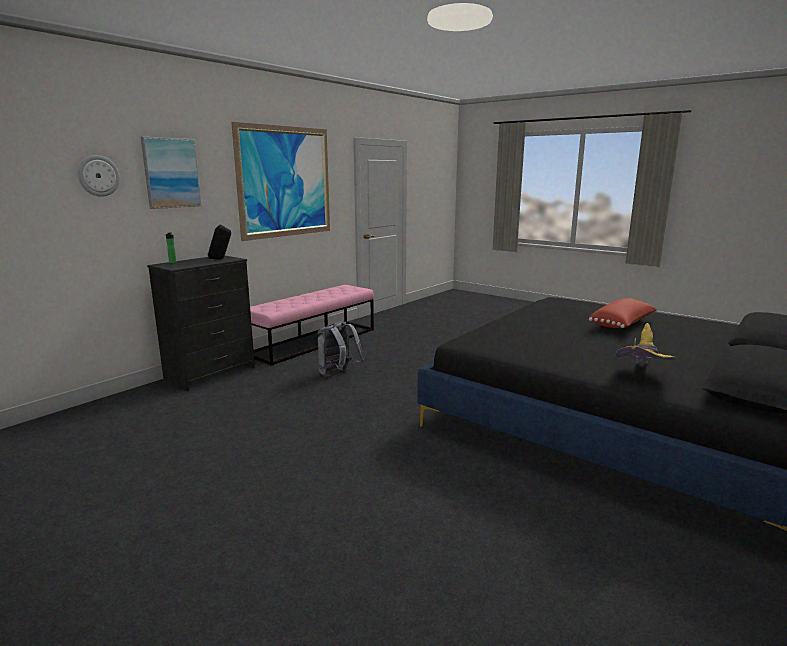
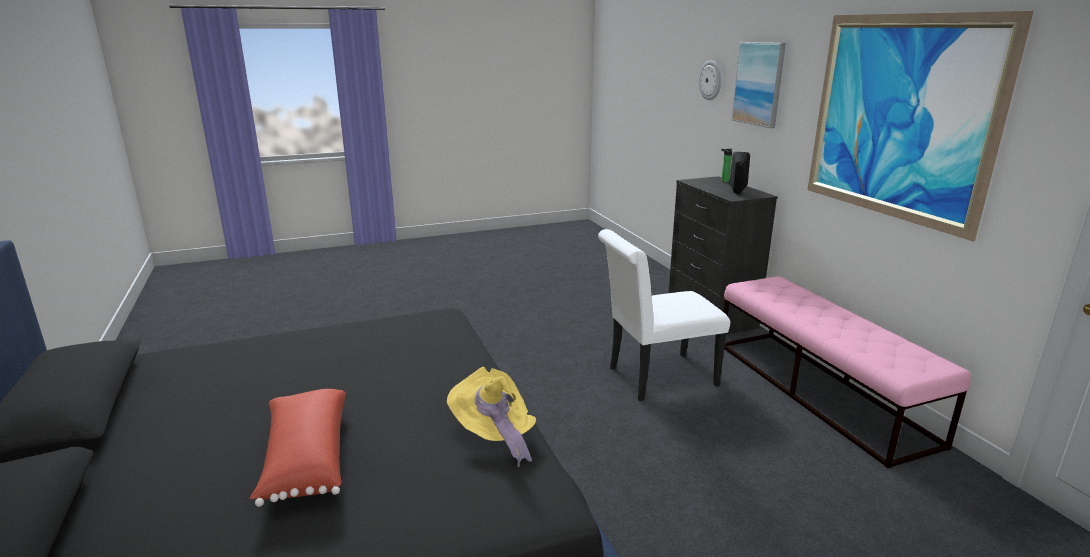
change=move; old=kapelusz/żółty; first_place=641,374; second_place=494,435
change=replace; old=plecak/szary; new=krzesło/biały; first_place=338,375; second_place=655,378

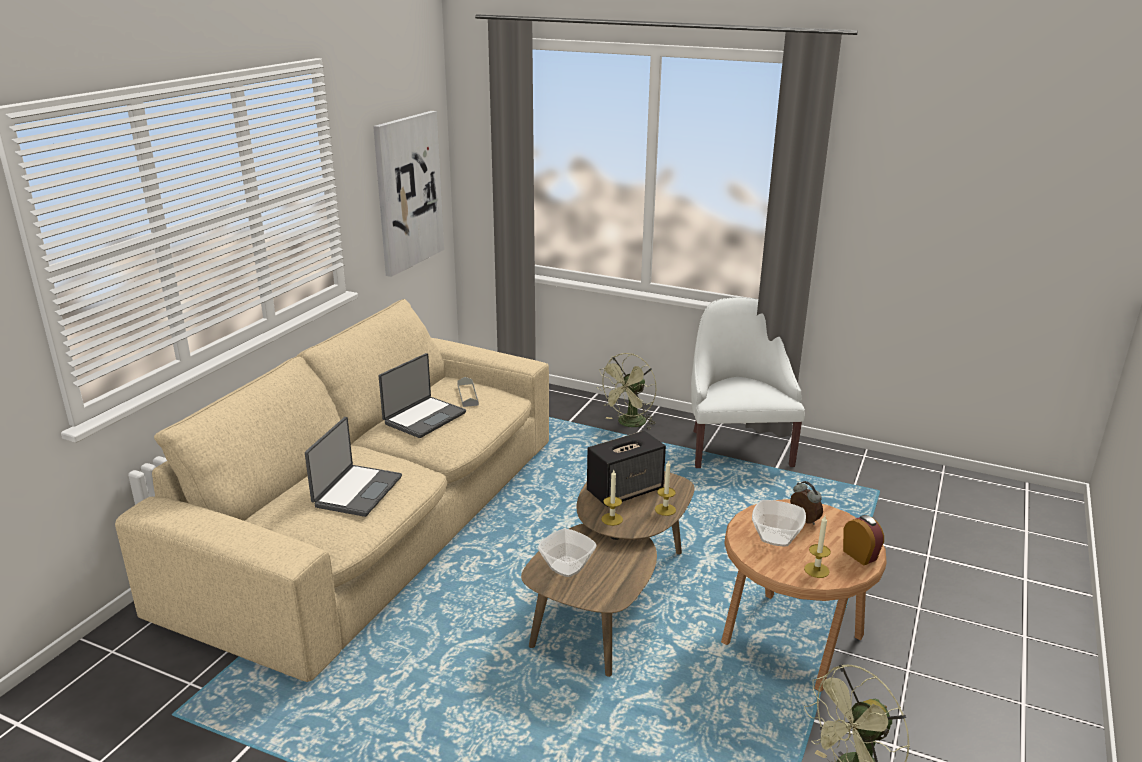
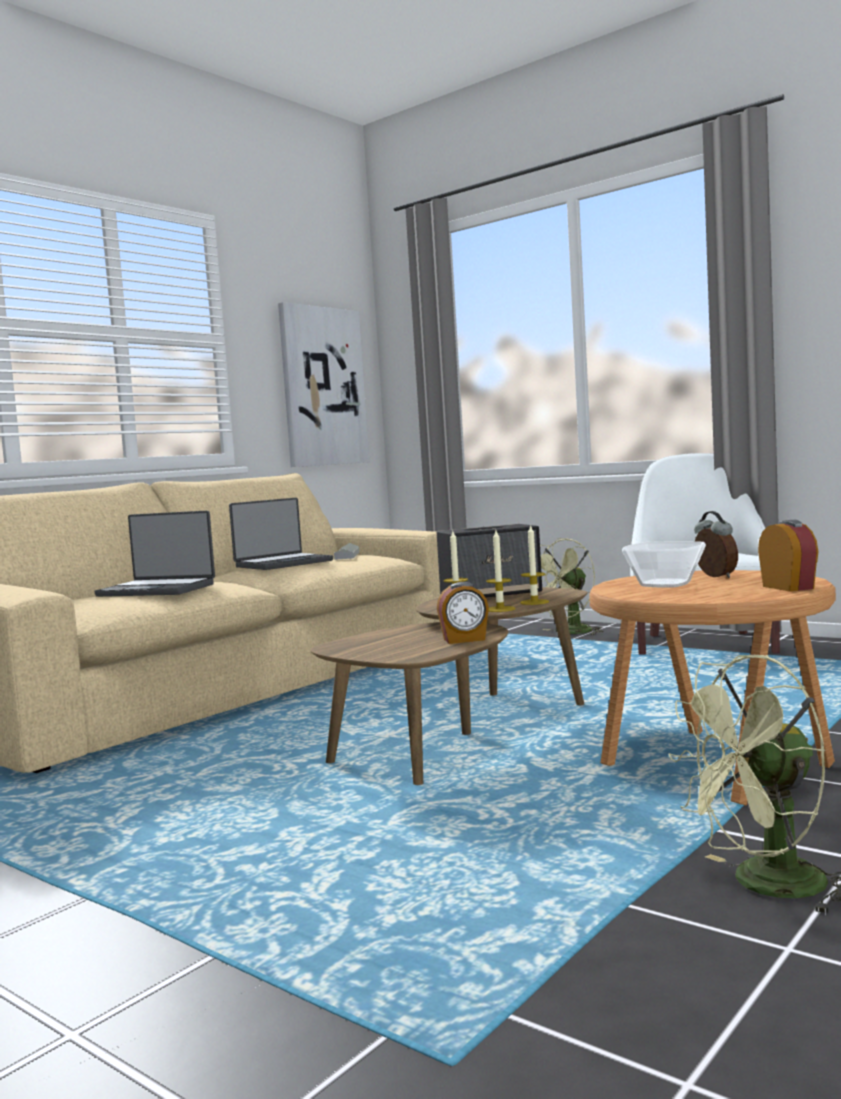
change=rotate; old=laptop; first_place=356,491; second_place=158,590; degrees=75
change=insert; new=budzik; second_place=464,640
change=move; old=świeca; first_place=816,570; second_place=500,609
change=delete; old=miska; first_place=566,567

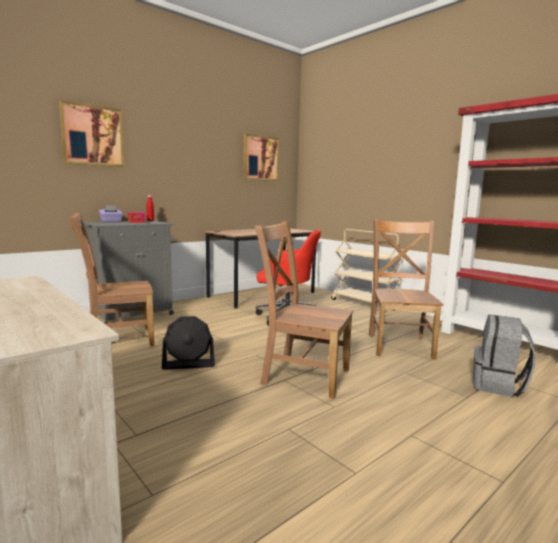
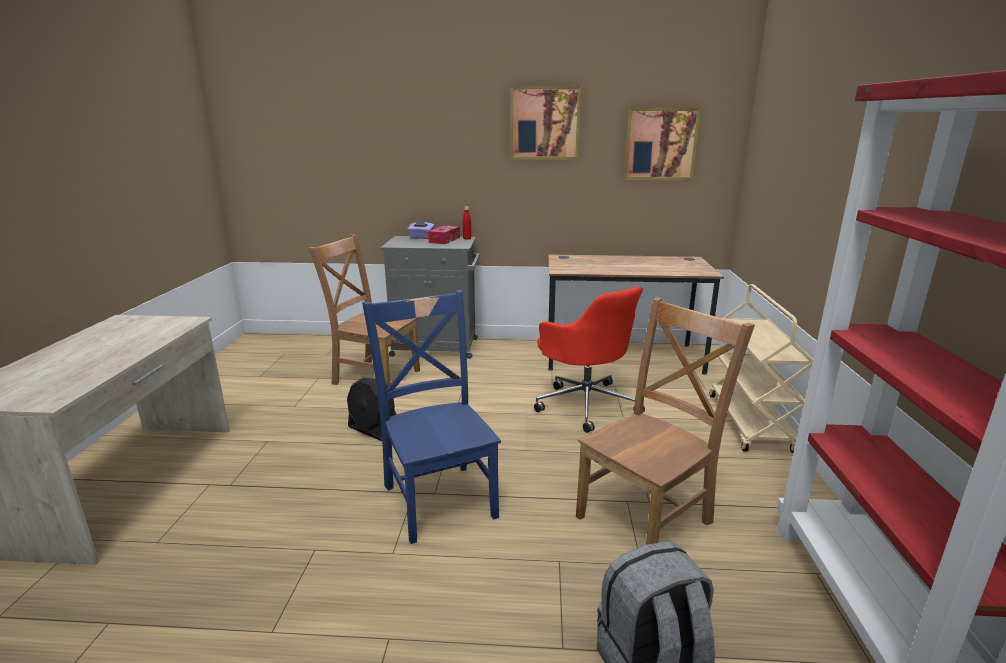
change=recolor; old=krzesło/brązowy; new=krzesło/niebieski; first_place=302,375; second_place=439,497
change=move; old=obraz; first_place=92,135; second_place=545,123

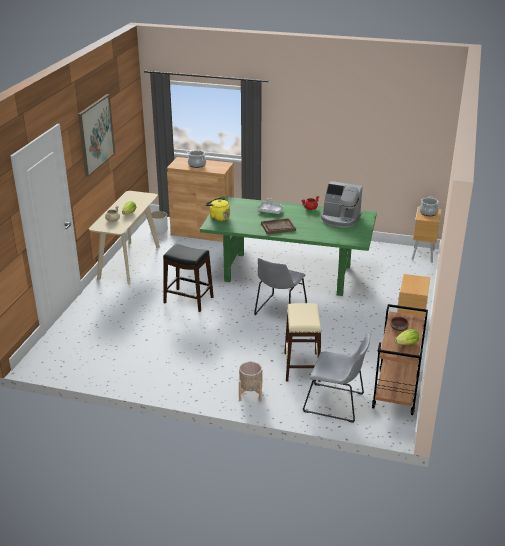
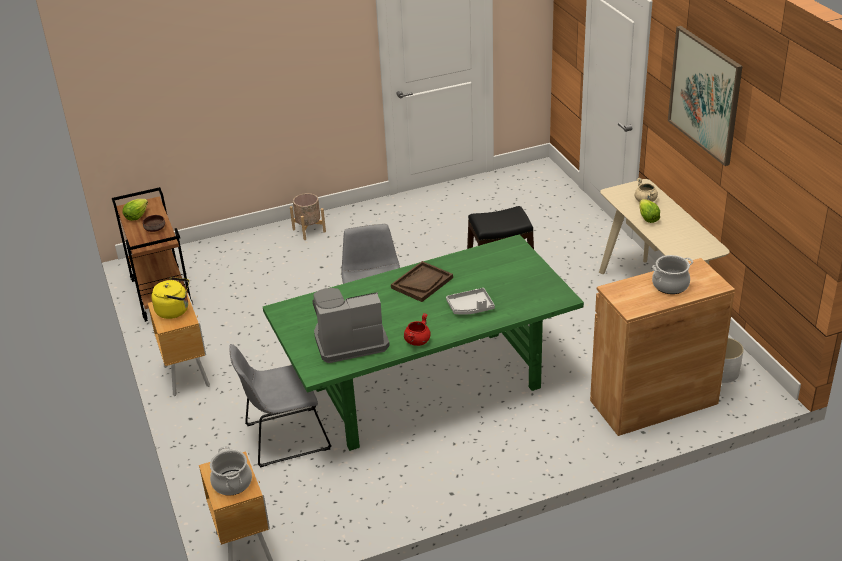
change=move; old=czajnik/żółty; first_place=218,218; second_place=175,310
change=move; old=krzesło/szary; first_place=336,403; second_place=283,438
change=delete; old=stołek/beżowy; first_place=302,366

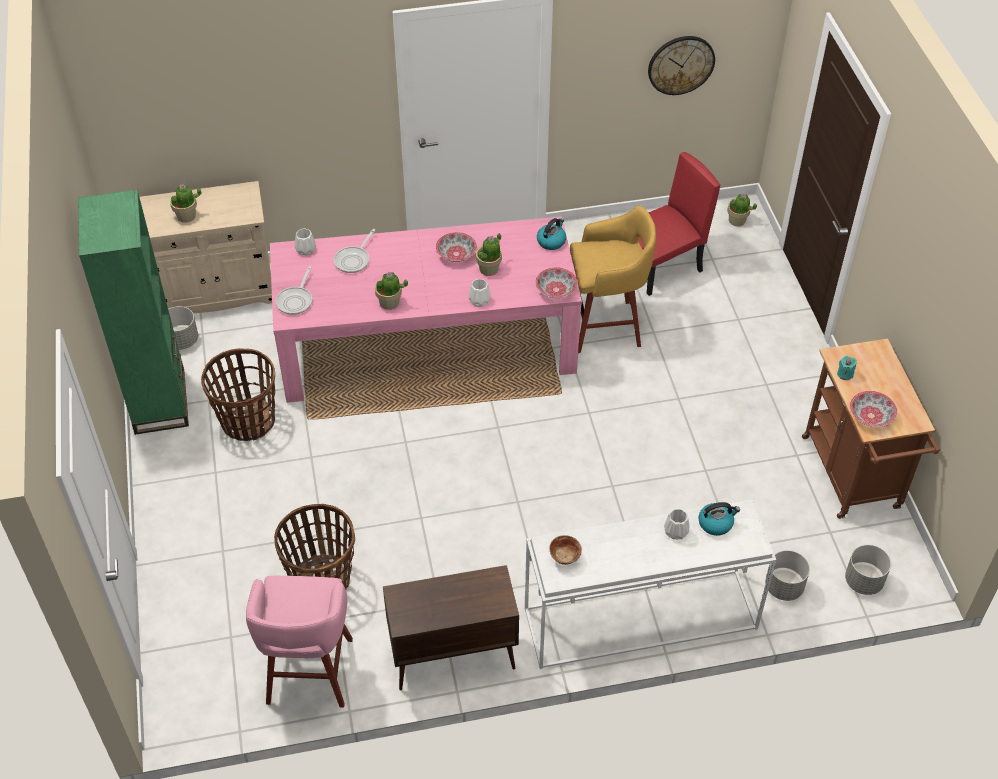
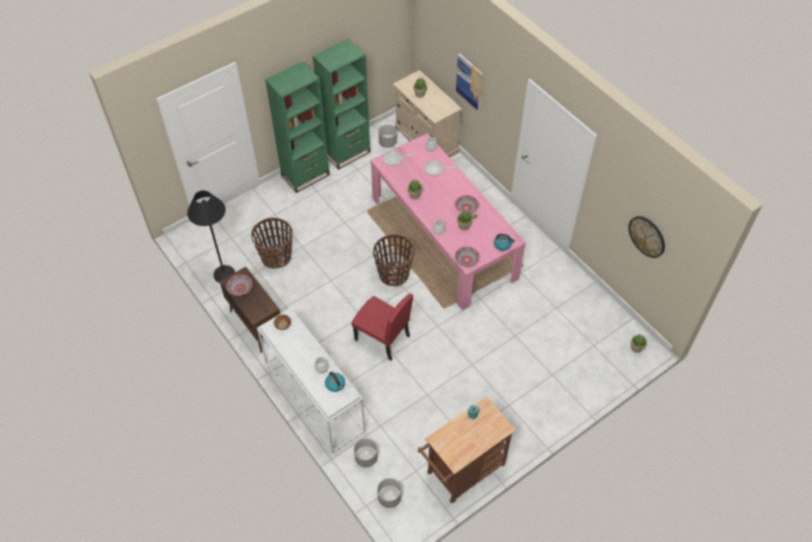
change=replace; old=stołek/różowy; new=lampa stojąca/czarny; first_place=309,674; second_place=224,274
change=move; old=miska; first_place=870,416; second_place=240,288
change=insert; new=regał/zielony; second_place=305,175
change=move; old=krzesło/czerwony; first_place=660,268; second_place=382,338
change=move; old=koszyk; first_place=247,421; second_place=393,274
change=insert; new=obraz; second_place=469,82
change=delete; old=stołek/żółty; first_place=606,326

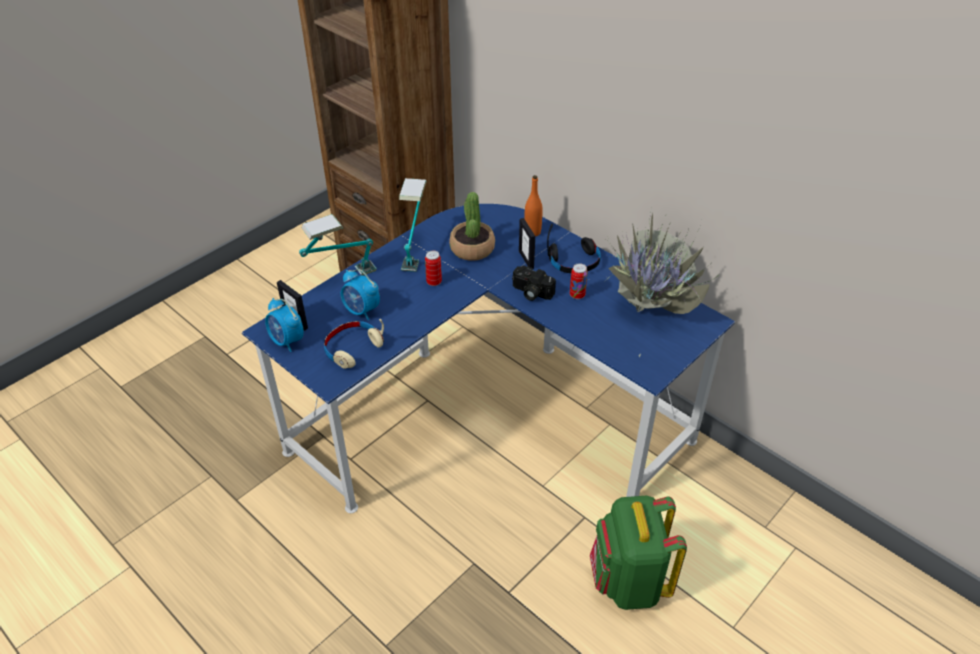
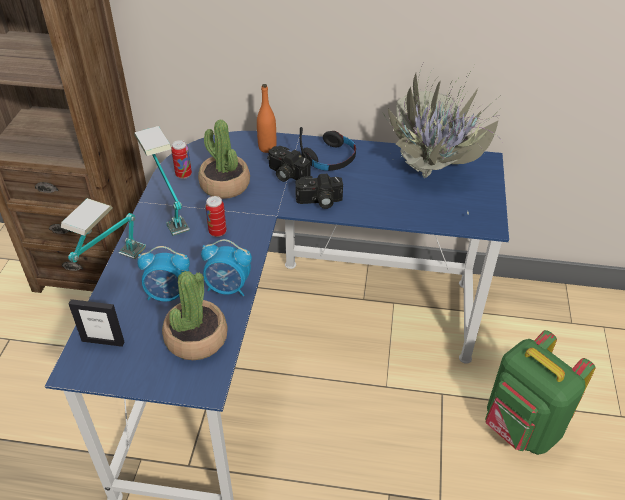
change=replace; old=słuchawki/beżowy; new=roślina doniczkowa; first_place=353,348; second_place=196,338
change=move; old=puszka; first_place=577,295; second_place=183,175
change=move; old=budzik; first_place=287,341; second_place=228,288
change=replace; old=ramka na zdjęcie; new=aparat fotograficzny; first_place=526,259; second_place=286,174

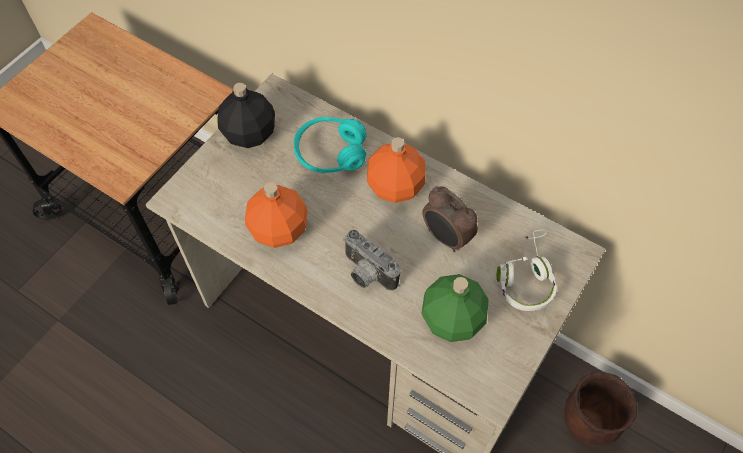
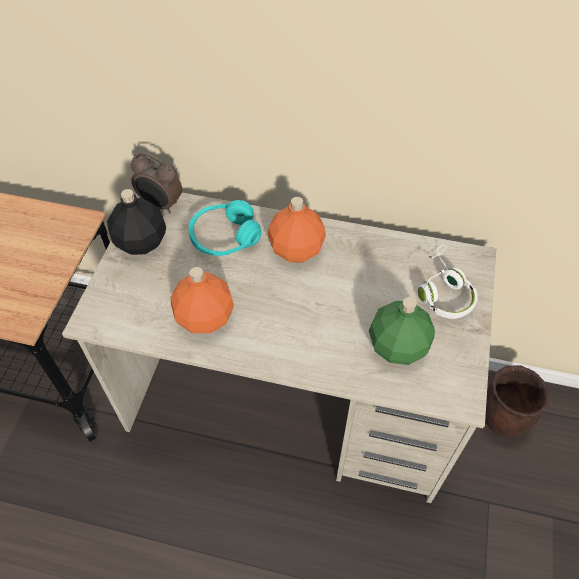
change=move; old=budzik; first_place=446,238; second_place=161,205
change=delete; old=aparat fotograficzny; first_place=366,274

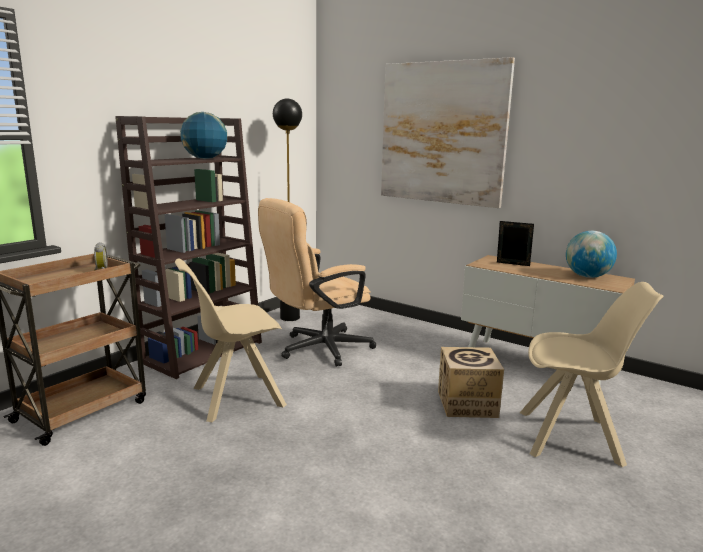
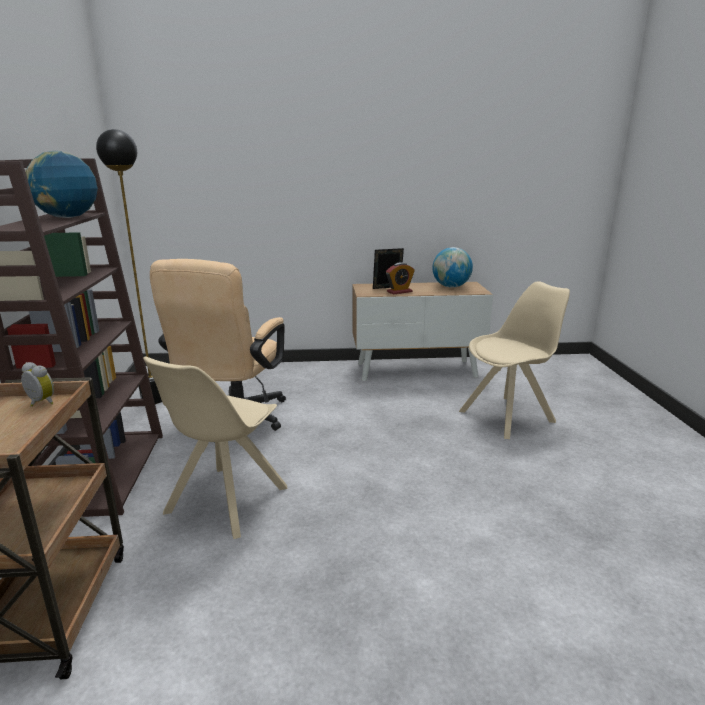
change=insert; new=budzik; second_place=399,292
change=delete; old=obraz; first_place=442,133
change=delete; old=karton; first_place=467,404

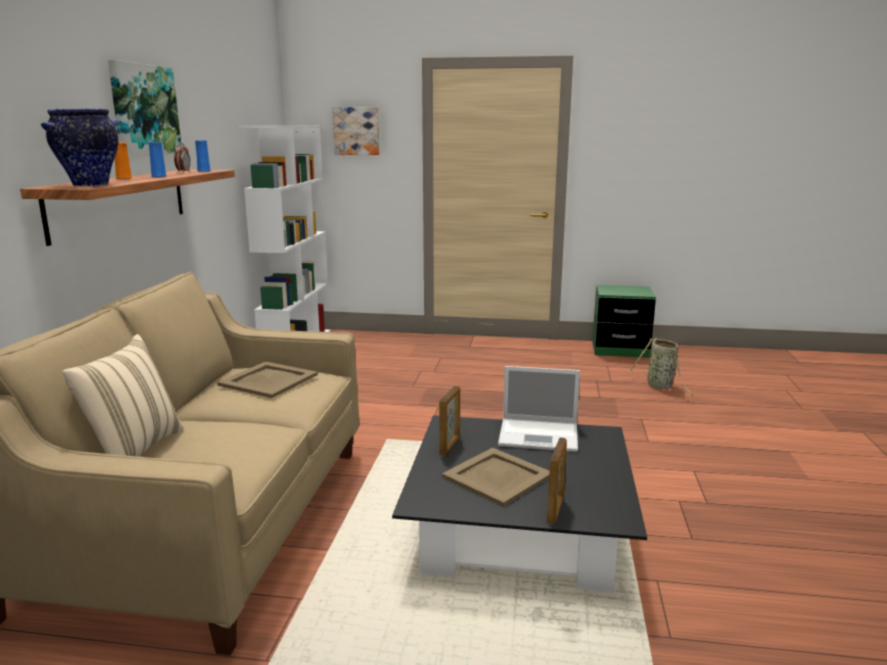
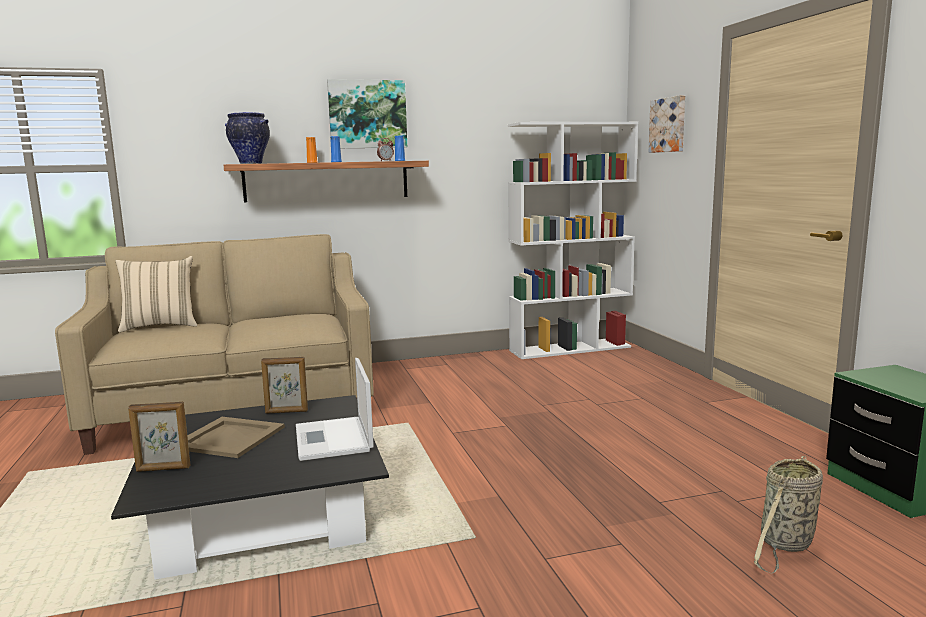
change=delete; old=taca/beżowy; first_place=267,380

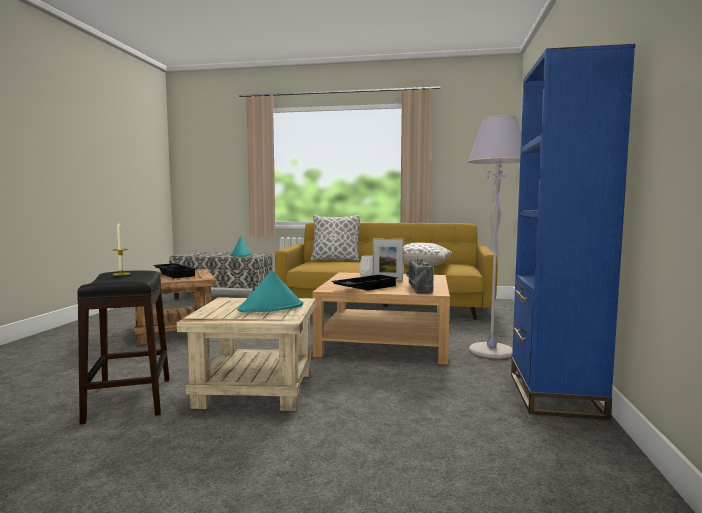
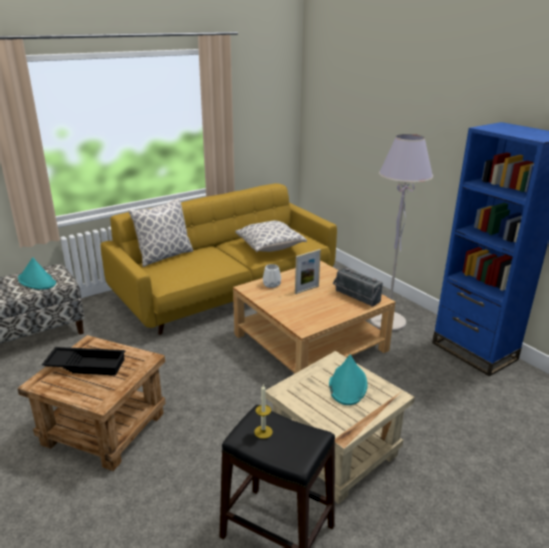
change=delete; old=taca/czarny; first_place=365,287

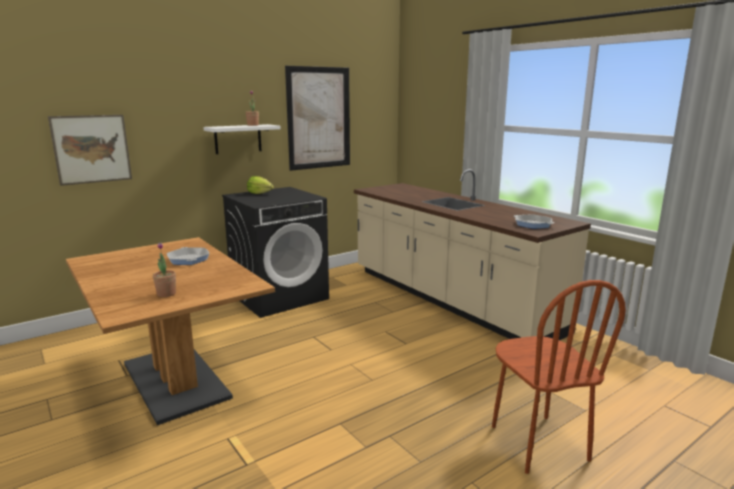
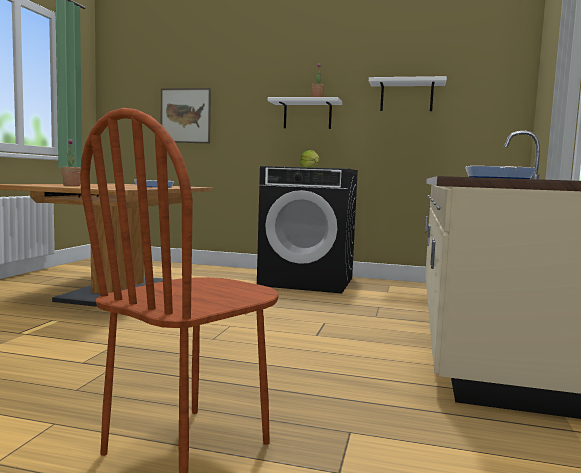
change=replace; old=obraz; new=półka/biały; first_place=319,118; second_place=406,96

